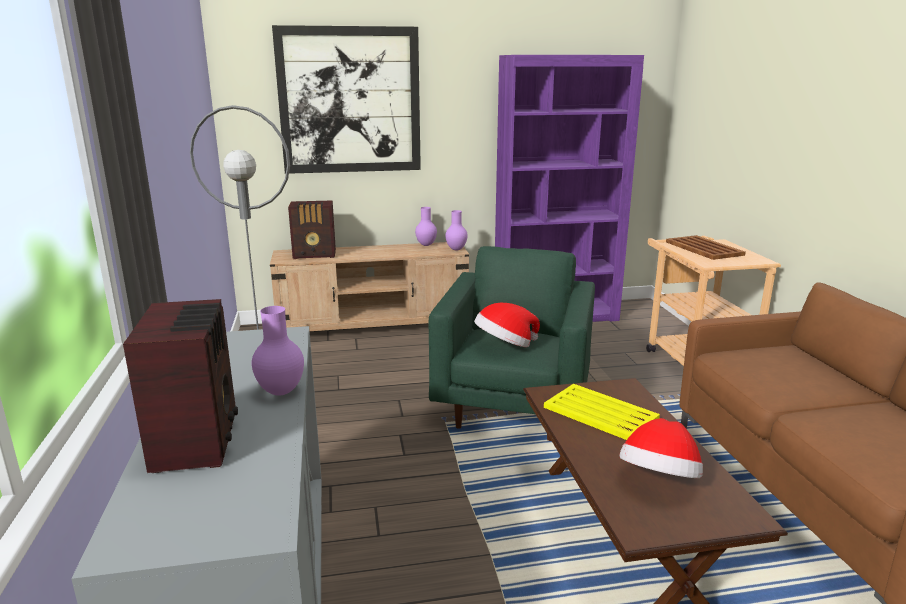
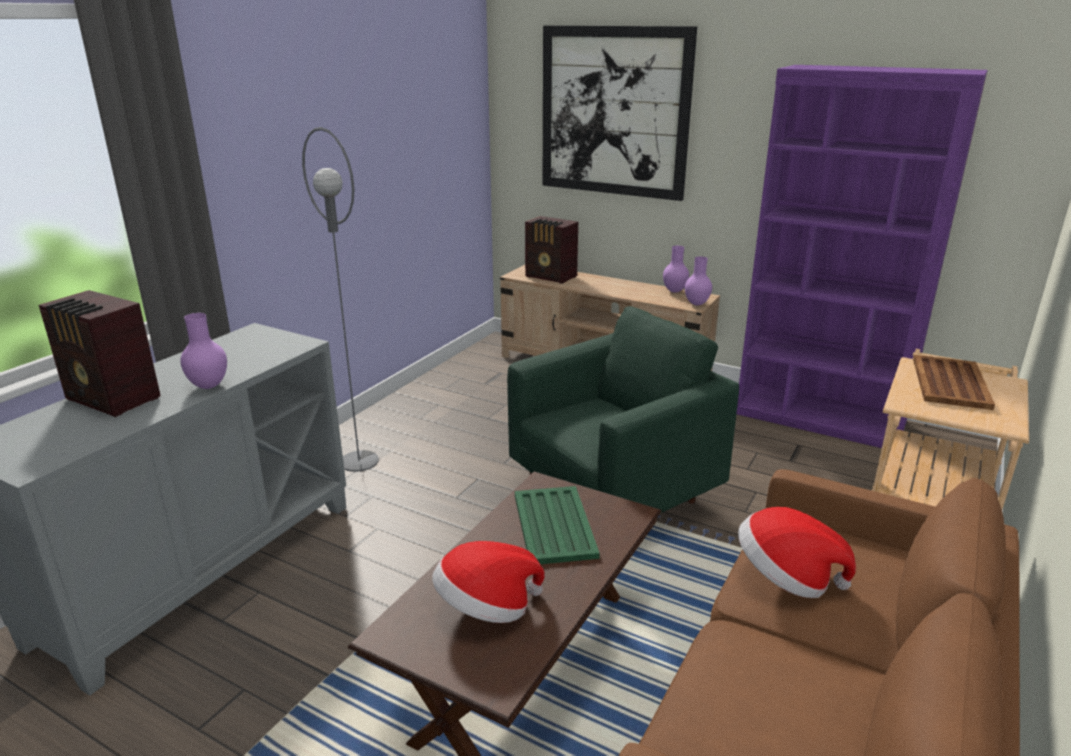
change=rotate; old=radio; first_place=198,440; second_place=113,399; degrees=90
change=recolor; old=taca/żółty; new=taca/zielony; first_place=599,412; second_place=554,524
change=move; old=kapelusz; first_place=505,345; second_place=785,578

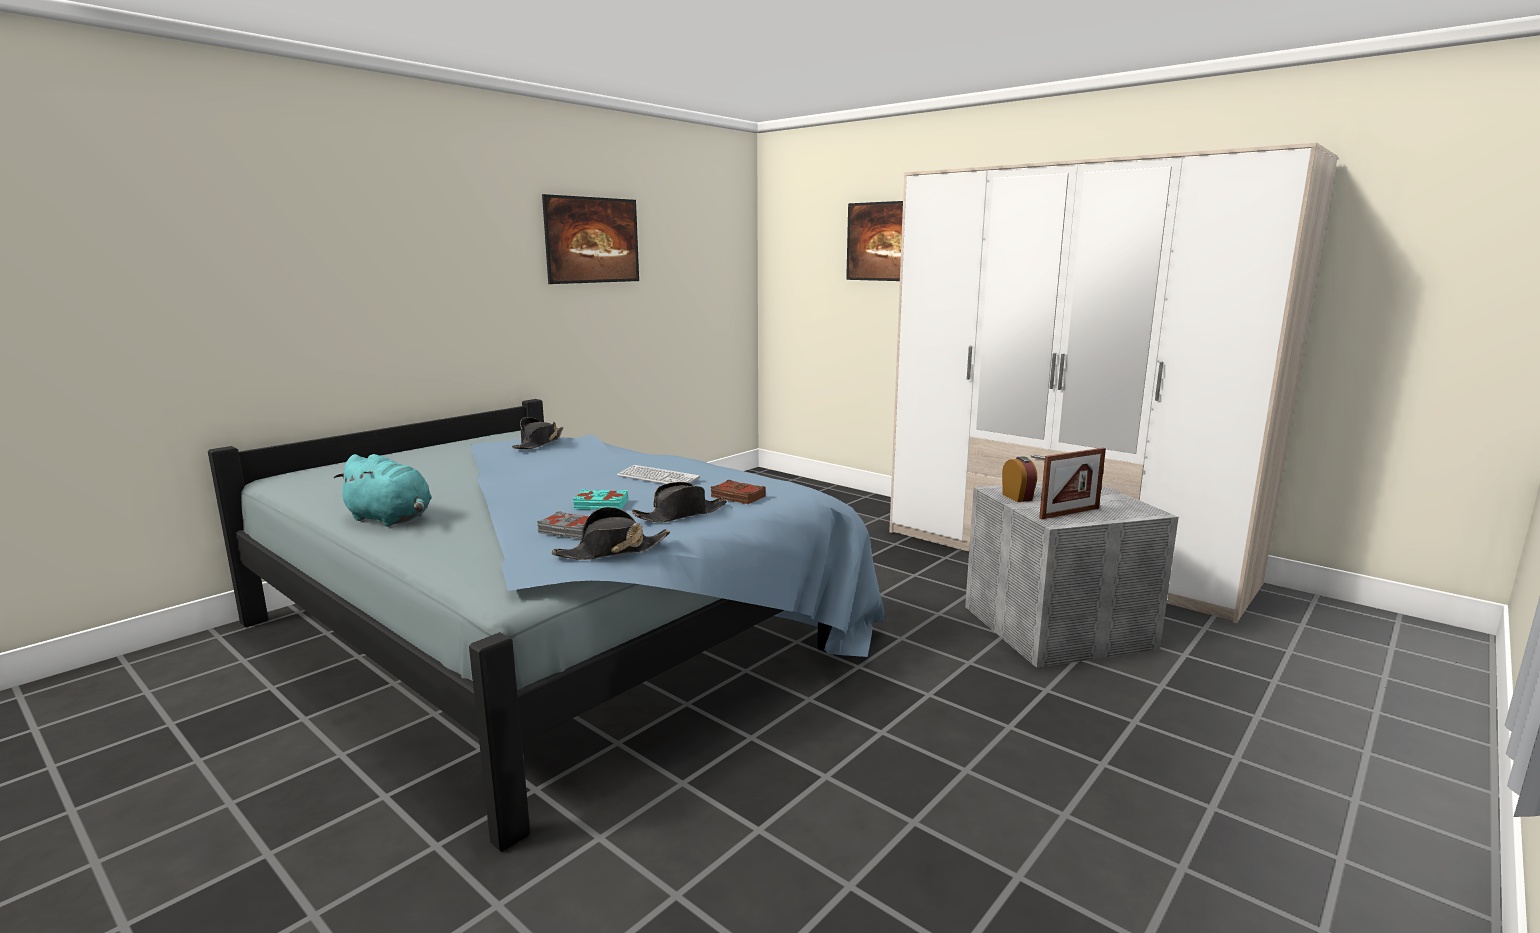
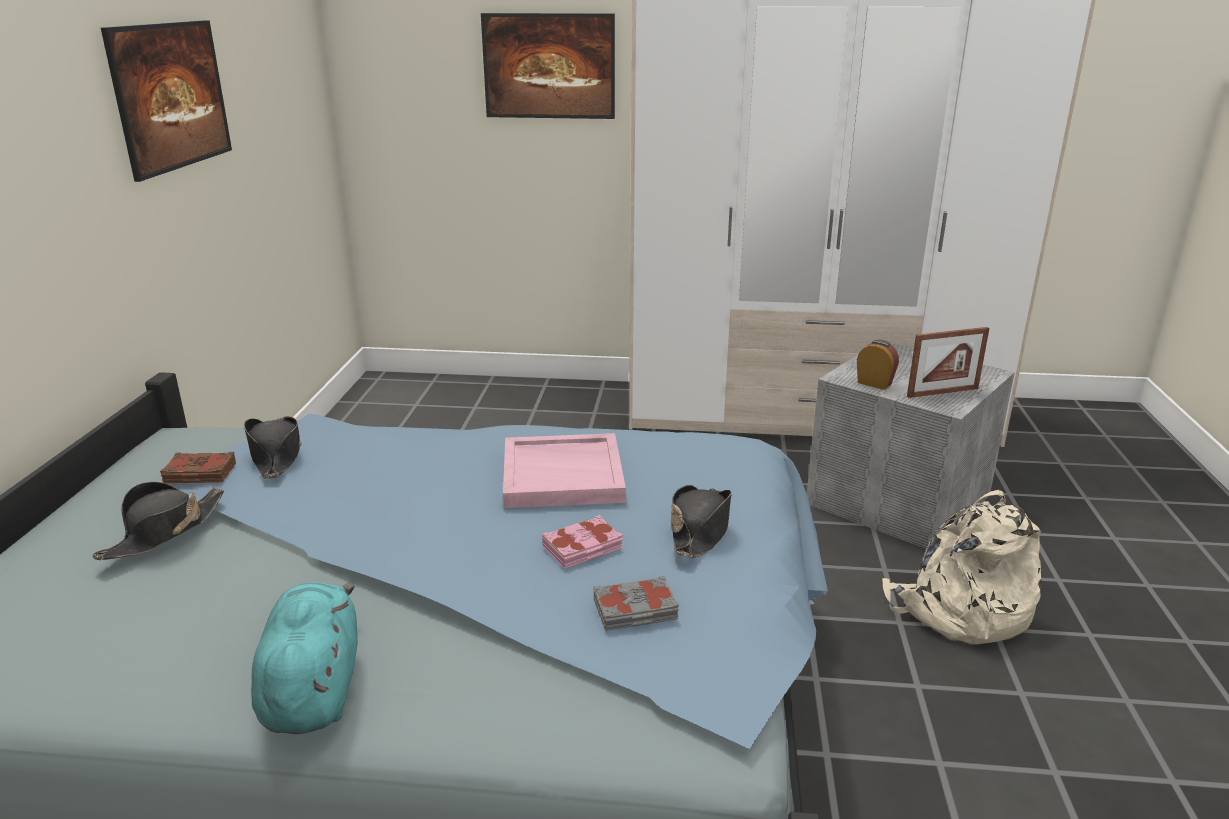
change=move; old=kapelusz/czarny; first_place=612,551; second_place=164,531
change=move; old=książka/brązowy; first_place=737,497; second_place=200,474
change=rotate; old=pluszak/turkusowy; first_place=391,519; second_place=313,689; degrees=-90
change=replace; old=klawiatura; new=taca/różowy; first_place=658,478; second_place=564,475
change=recolor; old=książka/turkusowy; new=książka/różowy; first_place=601,505; second_place=583,548
change=insert; new=plecak/beżowy; second_place=959,610
change=rotate; old=ramka na zdjęcie; first_place=1069,513; second_place=942,392; degrees=45

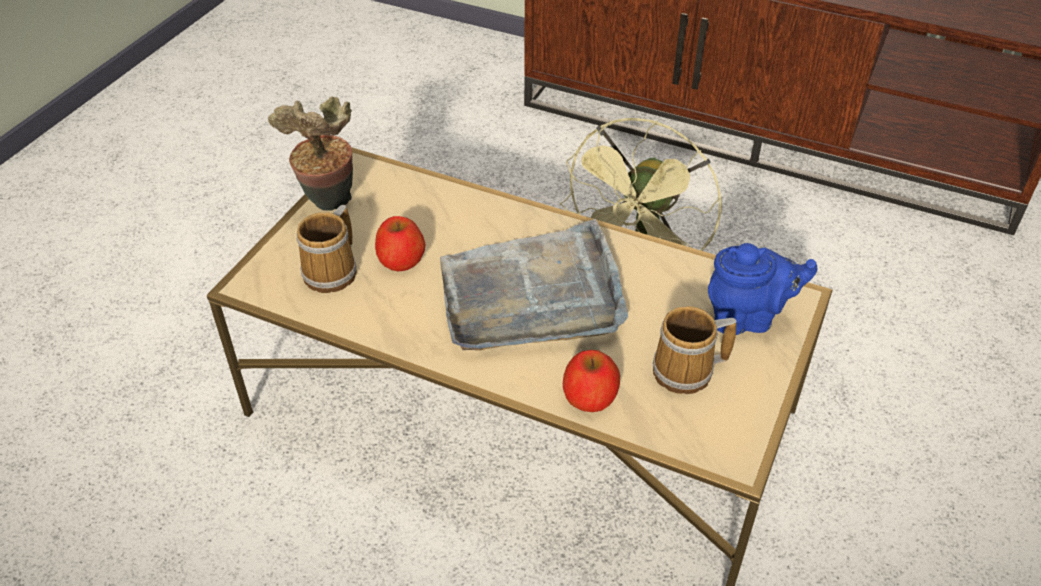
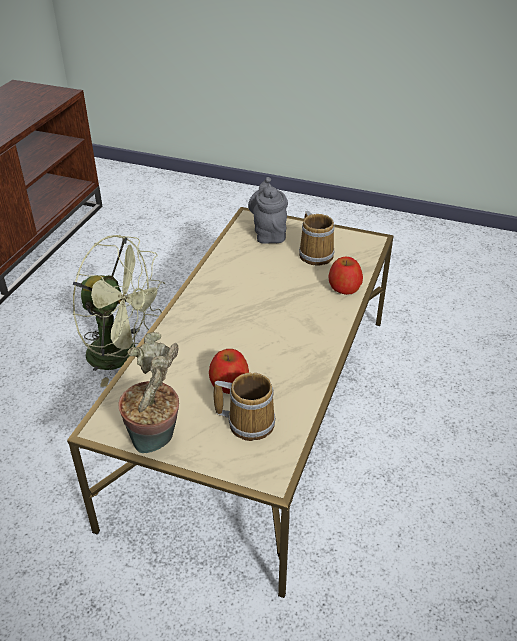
change=recolor; old=imbryk/niebieski; new=imbryk/szary; first_place=747,318; second_place=269,233
change=delete; old=taca/szary; first_place=532,295

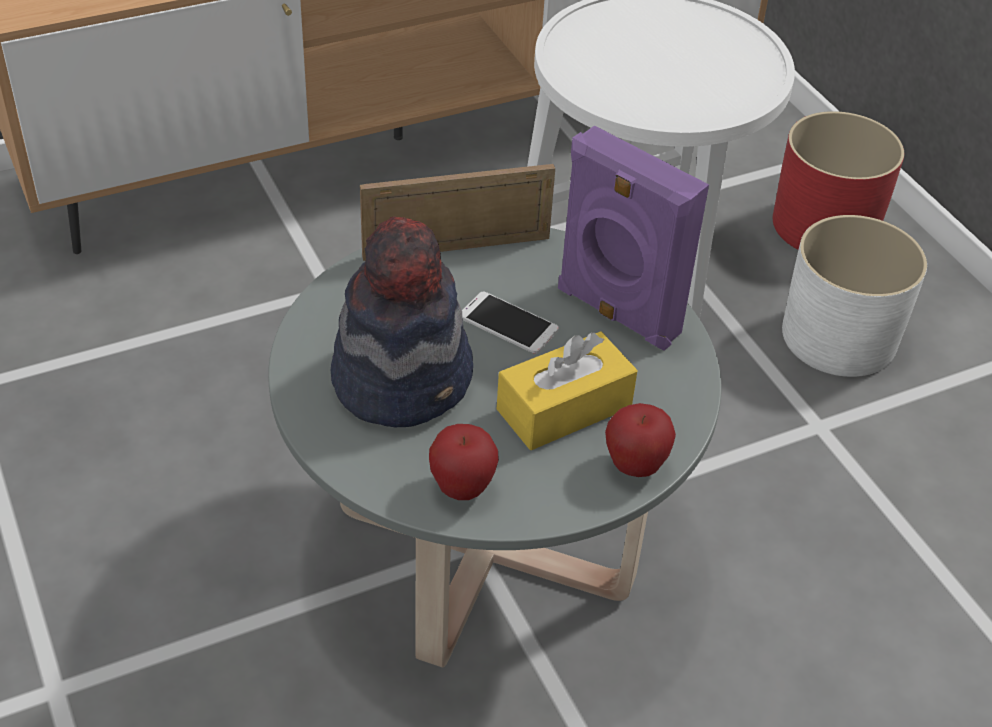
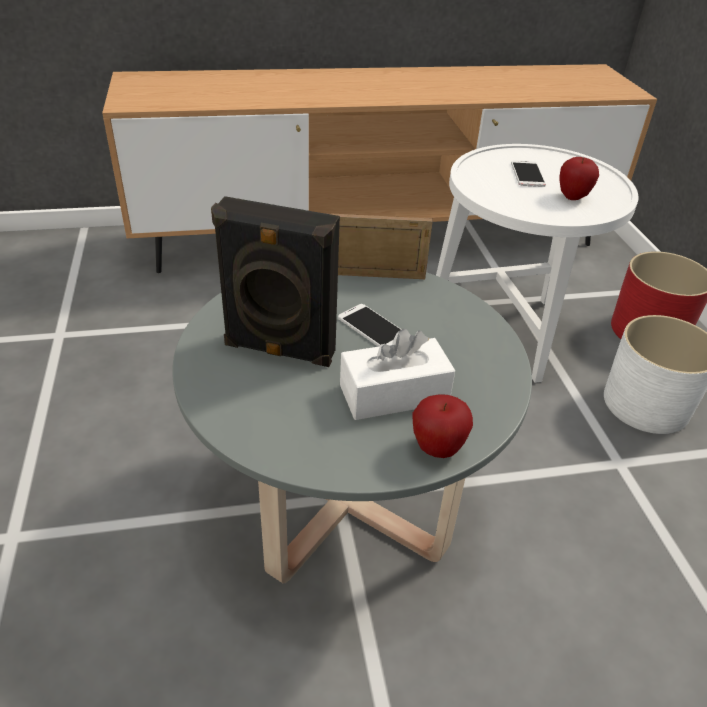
change=replace; old=kapelusz; new=głośnik/czarny; first_place=403,377; second_place=279,351
change=recolor; old=pudełko chusteczek/żółty; new=pudełko chusteczek/biały; first_place=564,408; second_place=394,394
change=insert; new=telefon; second_place=527,174
change=move; old=jabłko; first_place=462,488; second_place=573,197
change=delete; old=głośnik/fioletowy; first_place=615,313

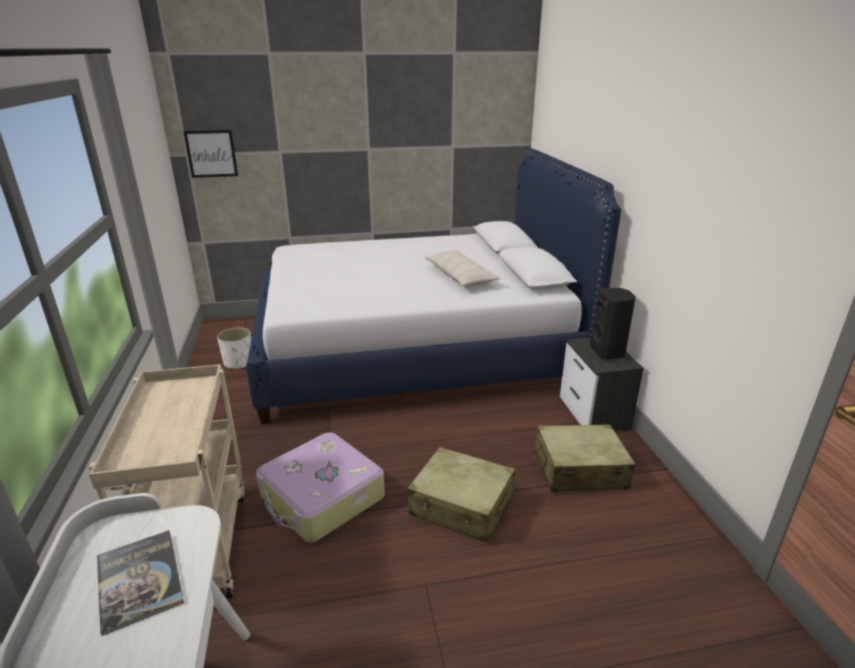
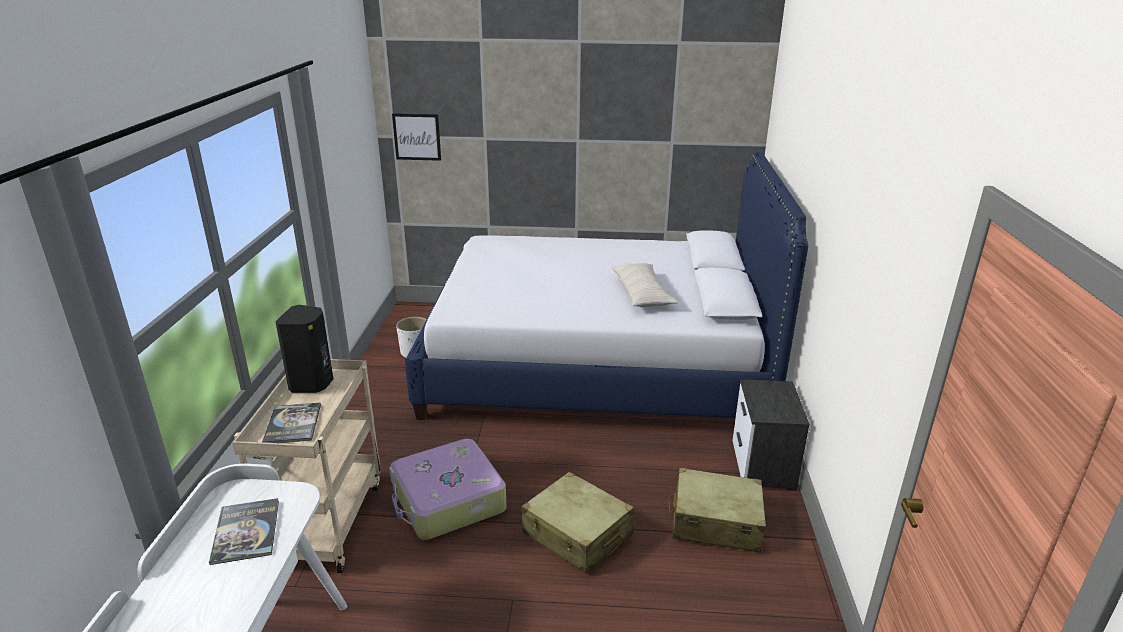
change=insert; new=książka; second_place=293,424
change=move; old=głośnik/czarny; first_place=608,352; second_place=313,384

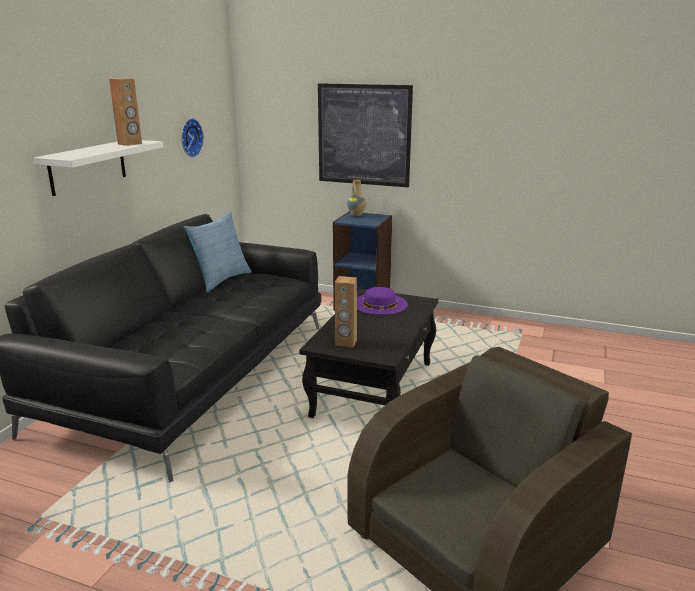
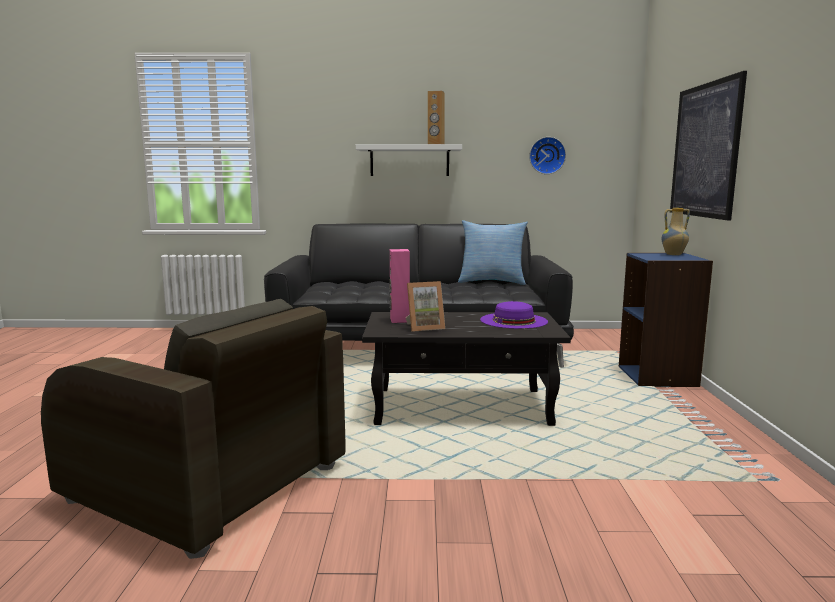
change=recolor; old=głośnik/brązowy; new=głośnik/różowy; first_place=346,342; second_place=399,320
change=insert; new=ramka na zdjęcie; second_place=424,327

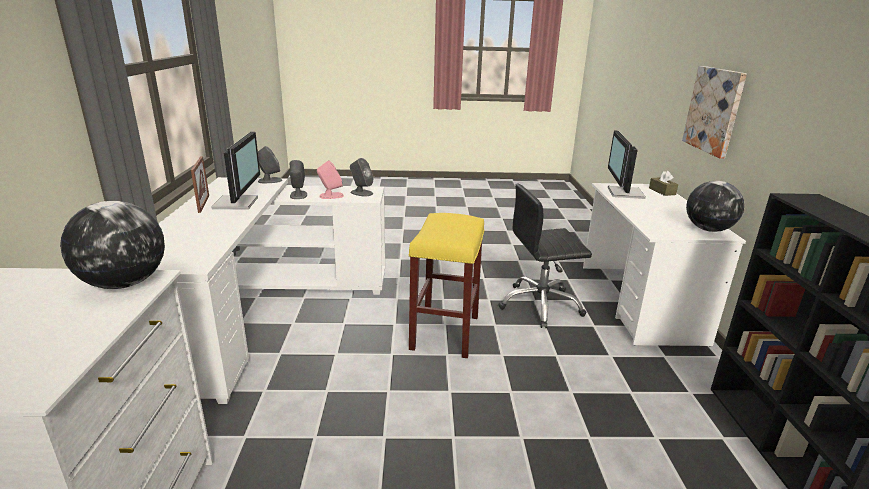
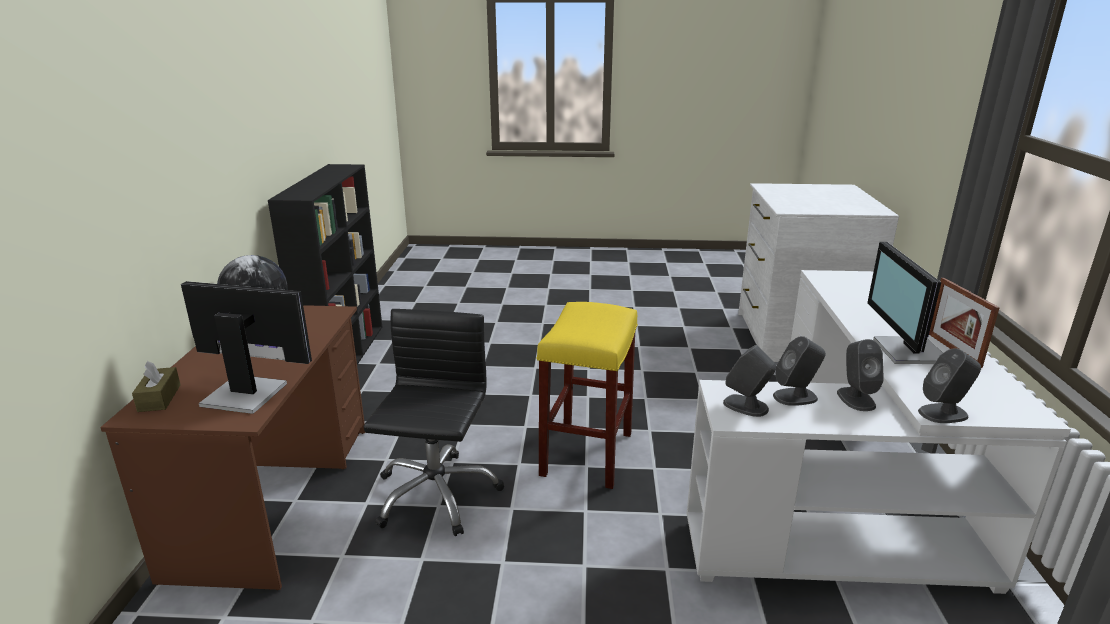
change=recolor; old=biurko/biały; new=biurko/brązowy; first_place=638,302; second_place=276,497
change=rotate; old=monitor; first_place=624,193; second_place=245,393; degrees=-90
change=rotate; old=krzesło biurowe/czarny; first_place=540,305; second_place=436,494; degrees=-75
change=recolor; old=głośnik/różowy; new=głośnik/szary; first_place=331,196; second_place=795,397
change=delete; old=globus; first_place=124,283
change=delete; old=obraz; first_place=714,110

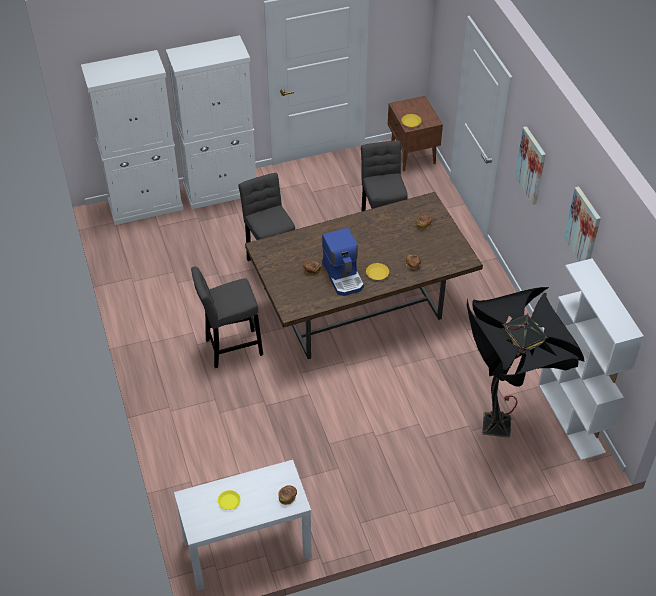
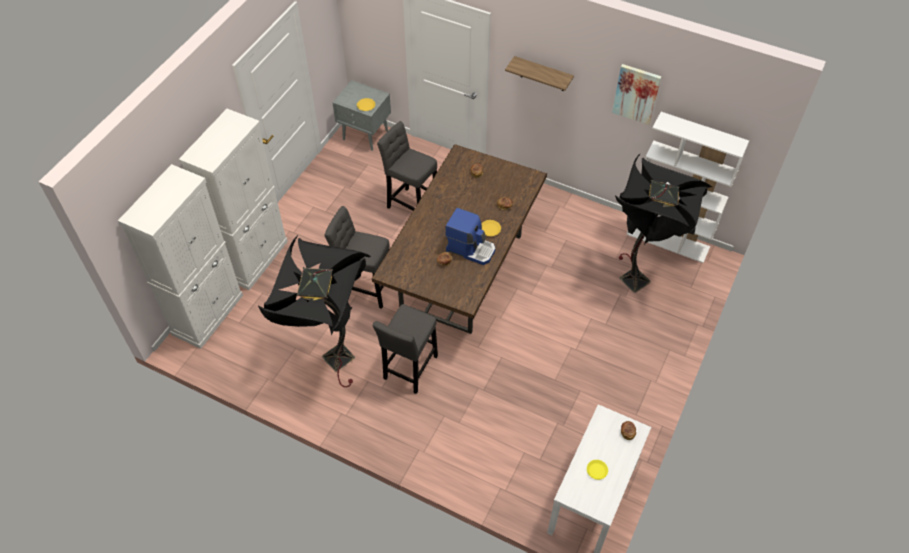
change=insert; new=lampa stojąca/czarny; second_place=331,361
change=recolor; old=szafka nocna/brązowy; new=szafka nocna/szary; first_place=412,156; second_place=366,135
change=replace; old=obraz; new=półka; first_place=531,165; second_place=543,74

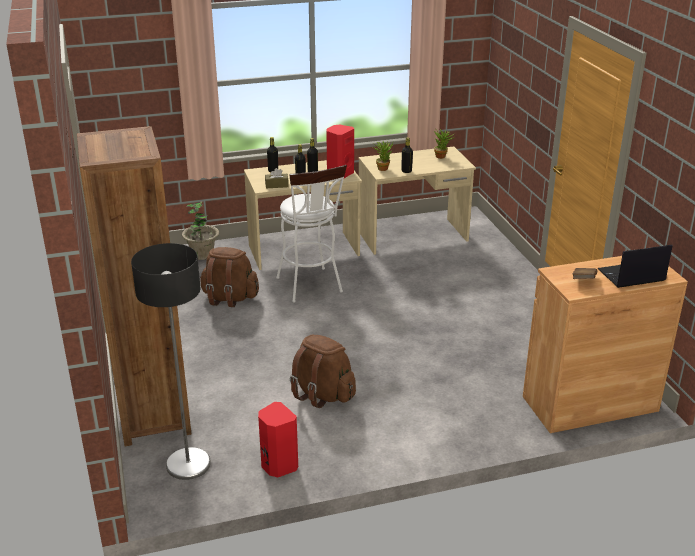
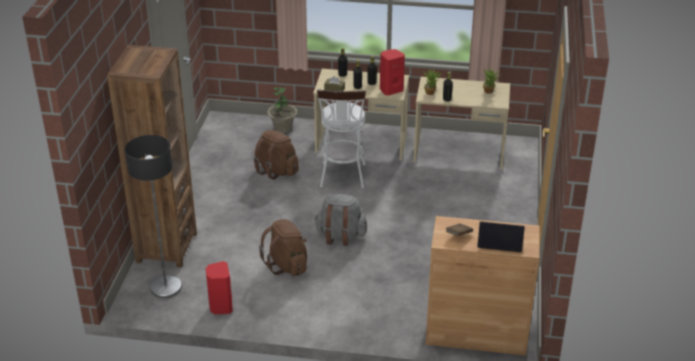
change=insert; new=plecak/szary; second_place=340,236

